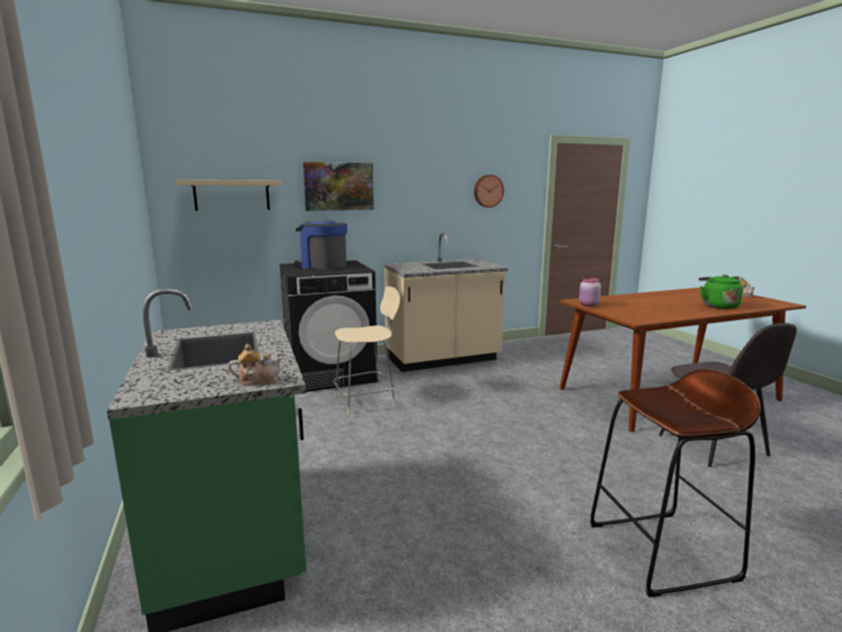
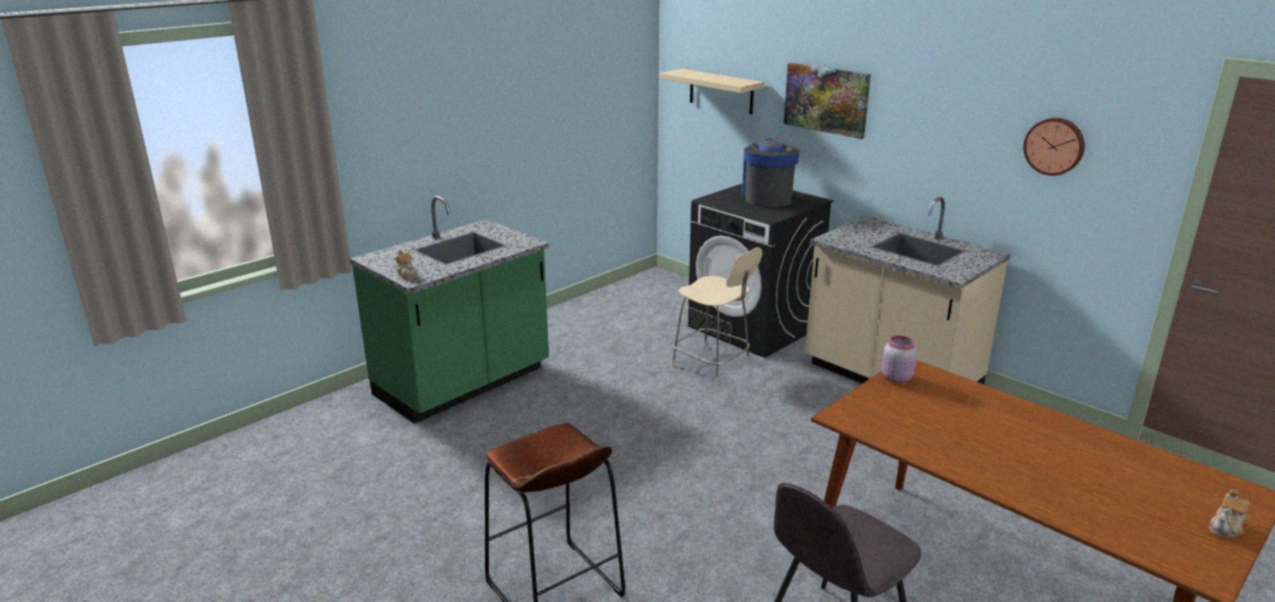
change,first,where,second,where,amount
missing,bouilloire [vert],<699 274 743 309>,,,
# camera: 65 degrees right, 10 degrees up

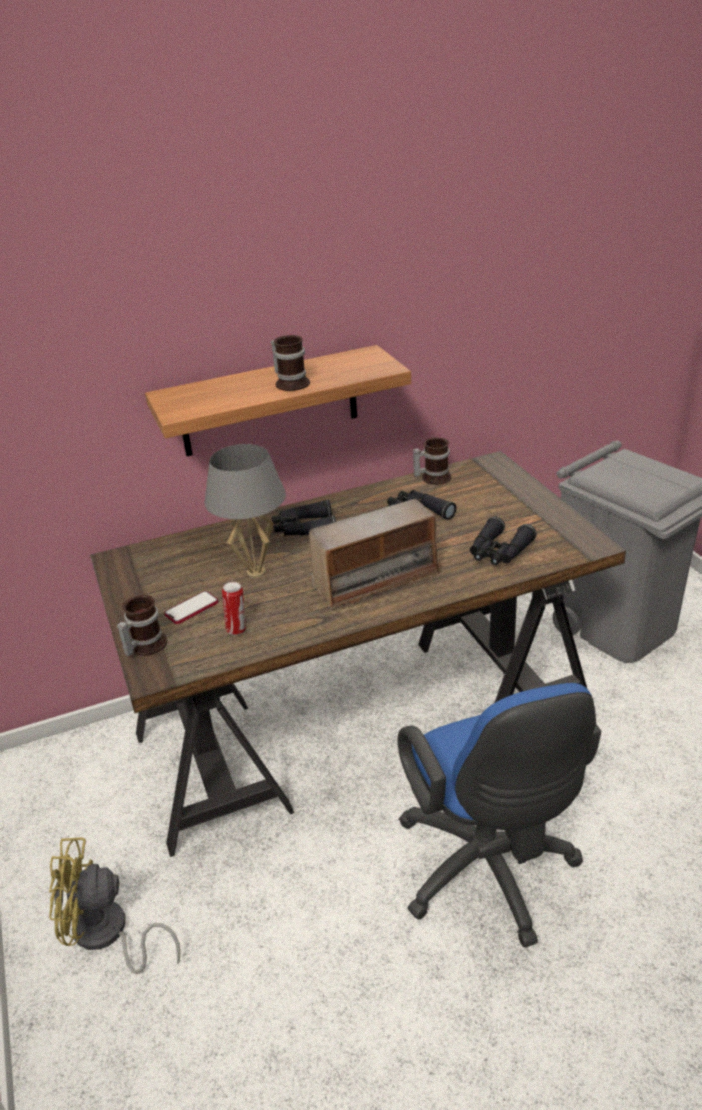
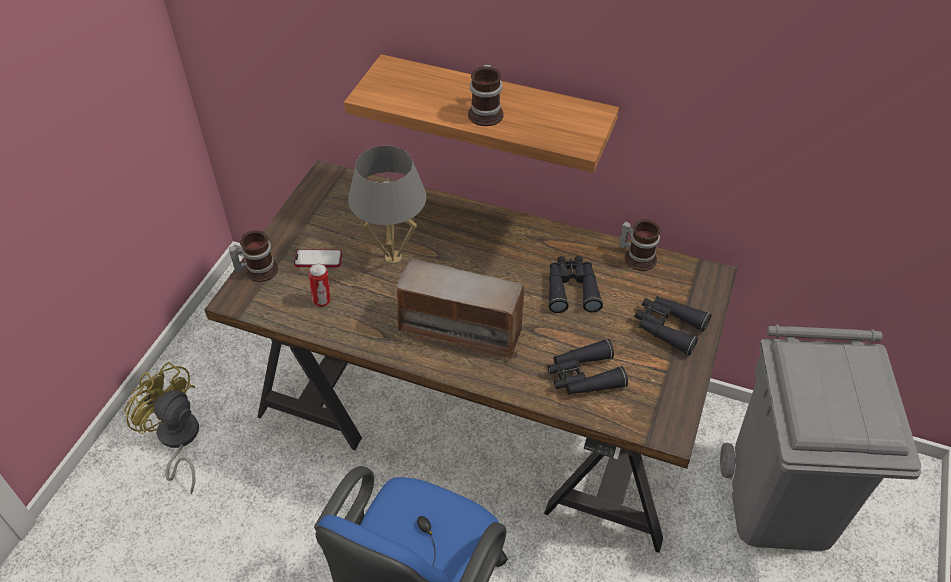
change,first,where,second,where,amount
relocated,jumelles [noir],<272 500 336 536>,,<634 296 712 356>,
# camera: 40 degrees right, 15 degrees up

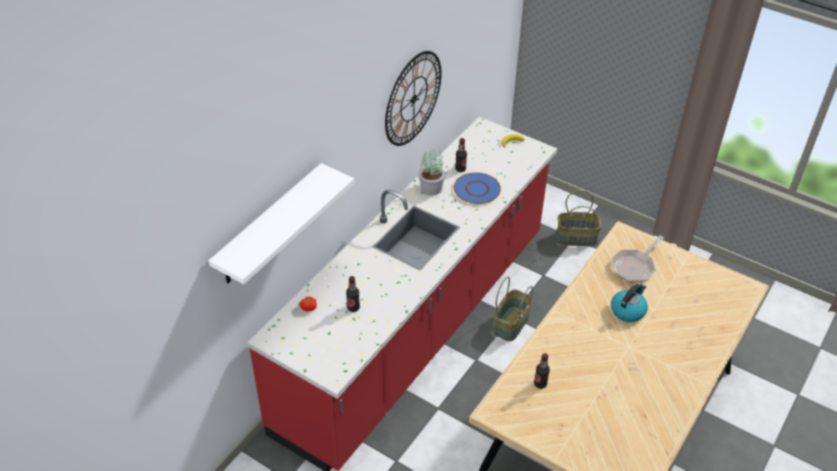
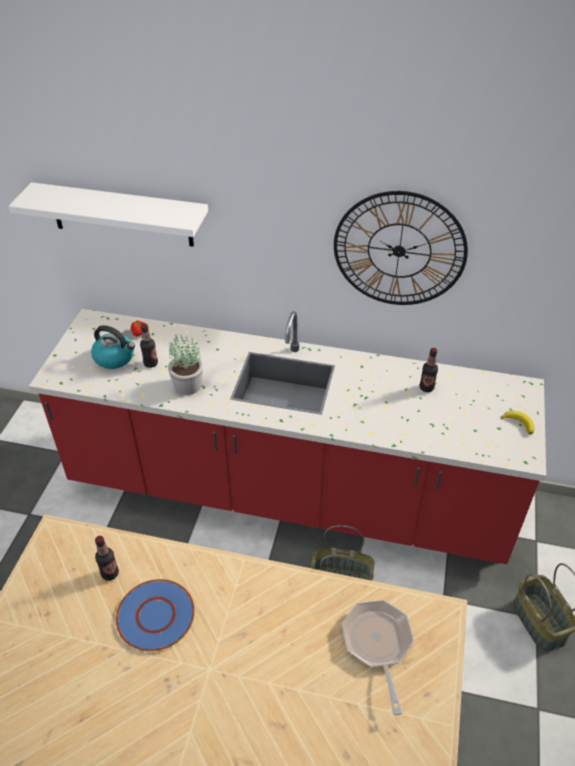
change,first,where,second,where,amount
relocated,plante en pot,<419 150 445 196>,,<168 334 203 395>,
relocated,assiette [bleu],<454 172 501 204>,,<116 579 195 652>,
spun,poêle,<611 235 664 282>,,<342 600 414 715>,60 degrees clockwise
relocated,bouilloire,<611 284 648 322>,,<91 325 135 369>,
# camera: 70 degrees right, 0 degrees up

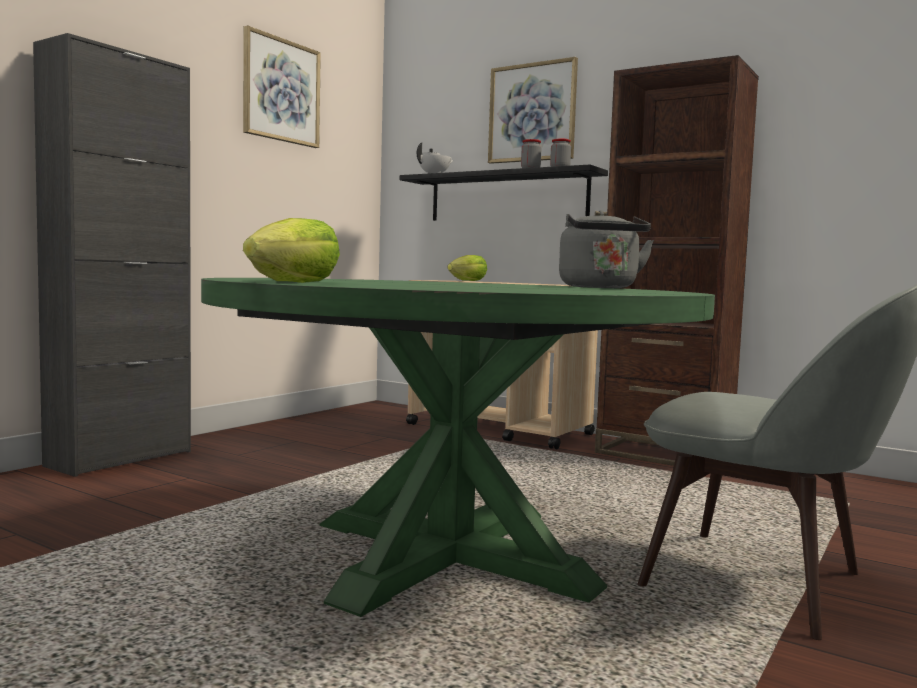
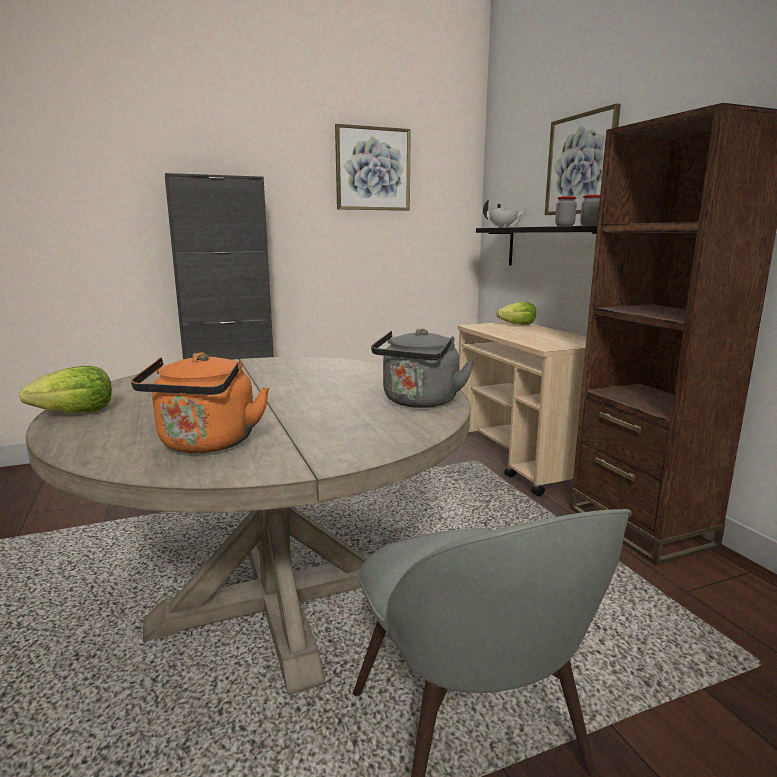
change,first,where,second,where,amount
colour,table à manger [vert],<201 278 715 617>,table à manger [beige],<26 357 470 695>,
appeared,,,bouilloire [orange],<131 353 269 453>,
# camera: 35 degrees right, 10 degrees up

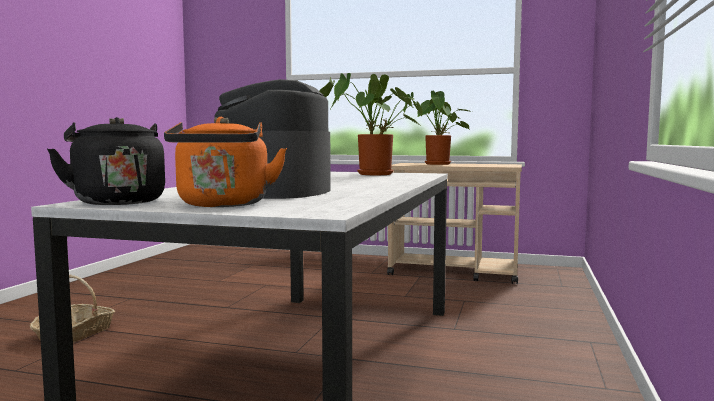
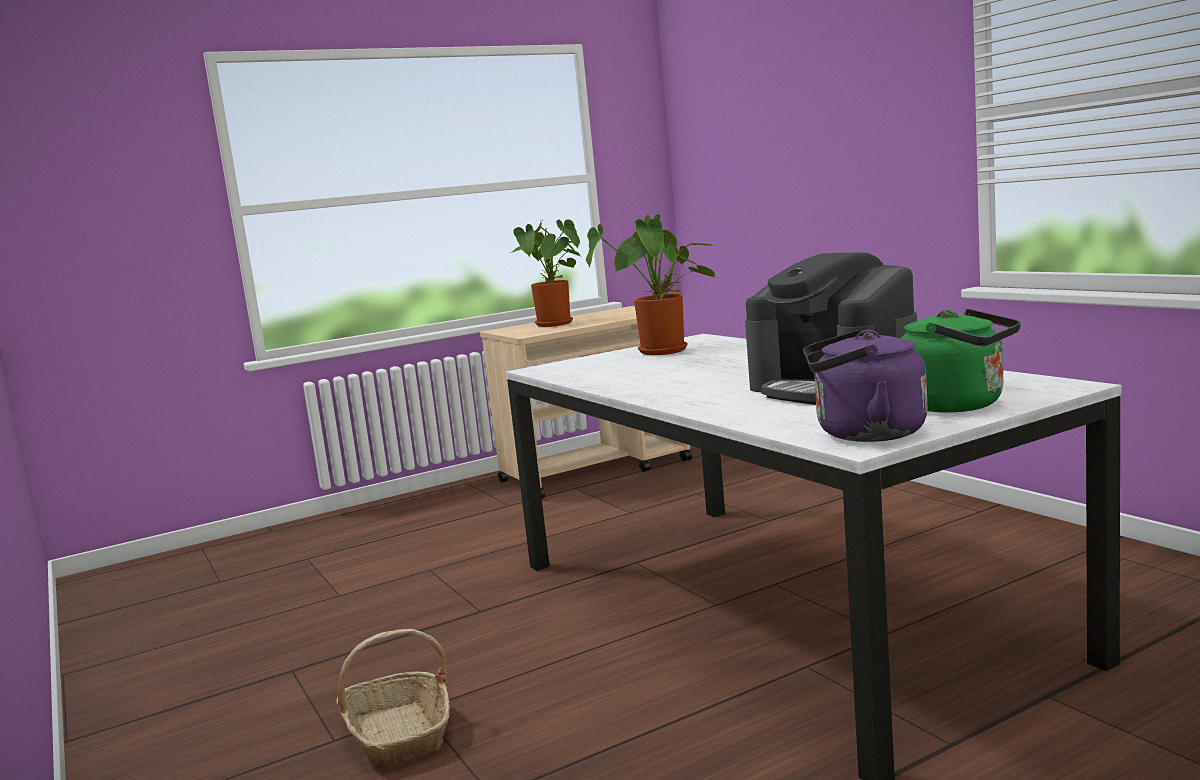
change,first,where,second,where,amount
colour,bouilloire [noir],<47 117 165 205>,bouilloire [violet],<803 329 928 442>,
colour,bouilloire [orange],<164 117 287 207>,bouilloire [vert],<901 309 1021 413>,
# camera: 45 degrees left, 5 degrees up

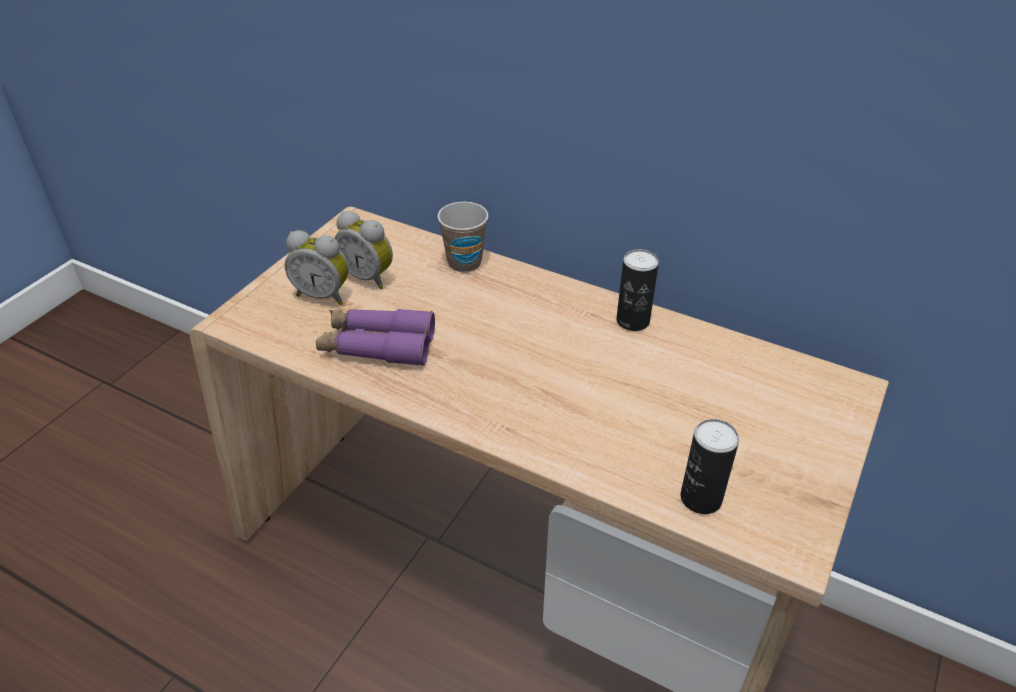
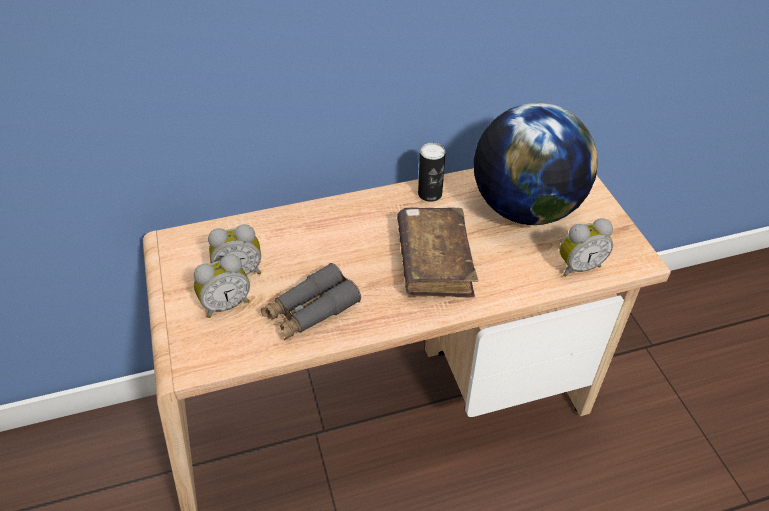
change,first,where,second,where,amount
colour,jumelles [violet],<316 309 435 366>,jumelles [gris],<261 263 361 340>,
missing,tasse,<437 202 488 272>,,,
exchanged,boîte métallique,<681 419 739 514>,réveil,<559 218 613 277>,
appeared,,,livre [marron],<397 207 478 298>,
appeared,,,globe,<474 102 598 225>,
# camera: 45 degrees left, 5 degrees up

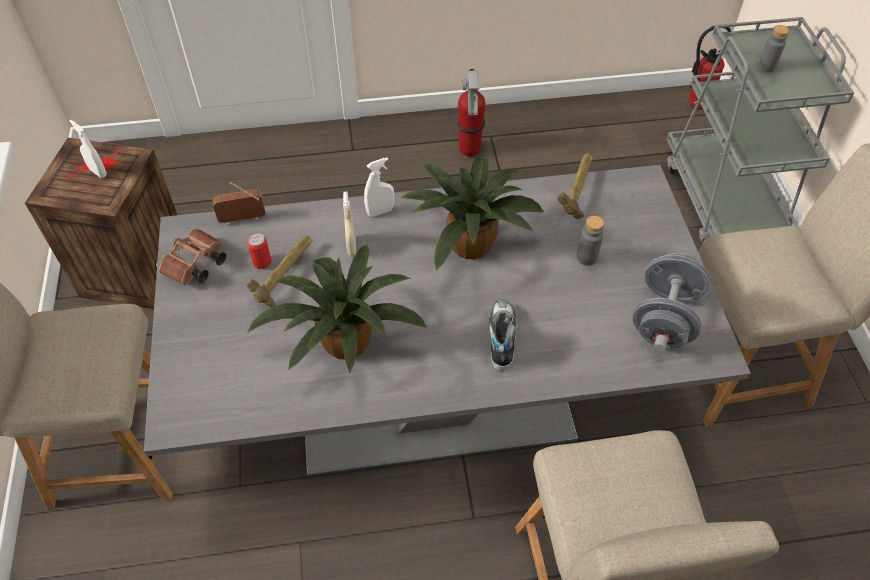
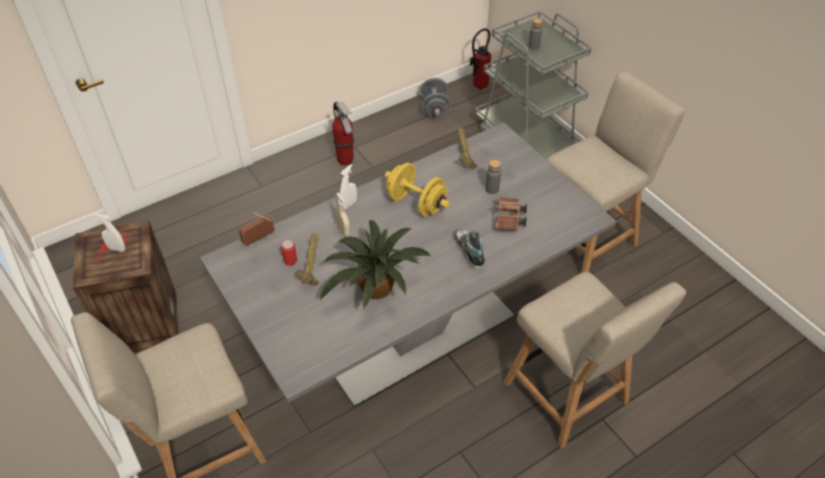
change,first,where,second,where,amount
relocated,jumelles [marron],<159 229 226 285>,,<496 197 527 231>,
exchanged,plante en pot,<401 157 544 270>,haltère [jaune],<385 163 450 216>,
relocated,haltère [gris],<632 253 711 351>,,<420 78 451 117>,
# camera: 25 degrees left, 5 degrees down

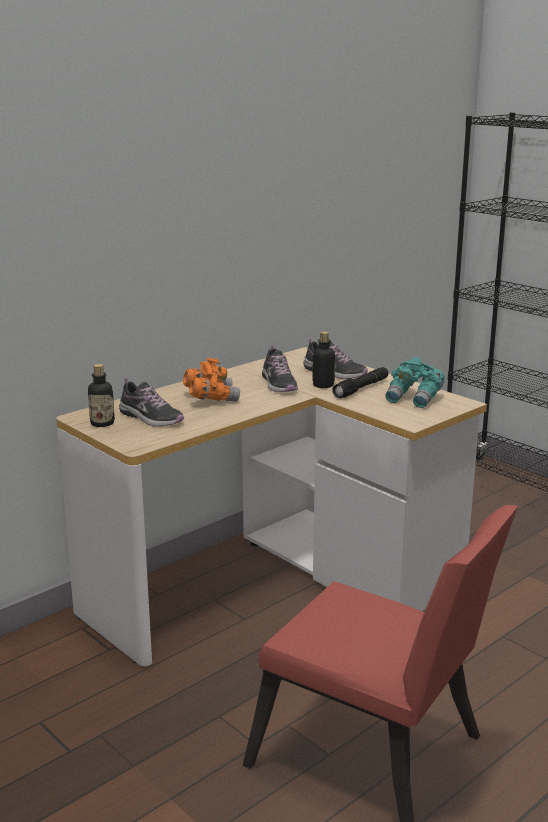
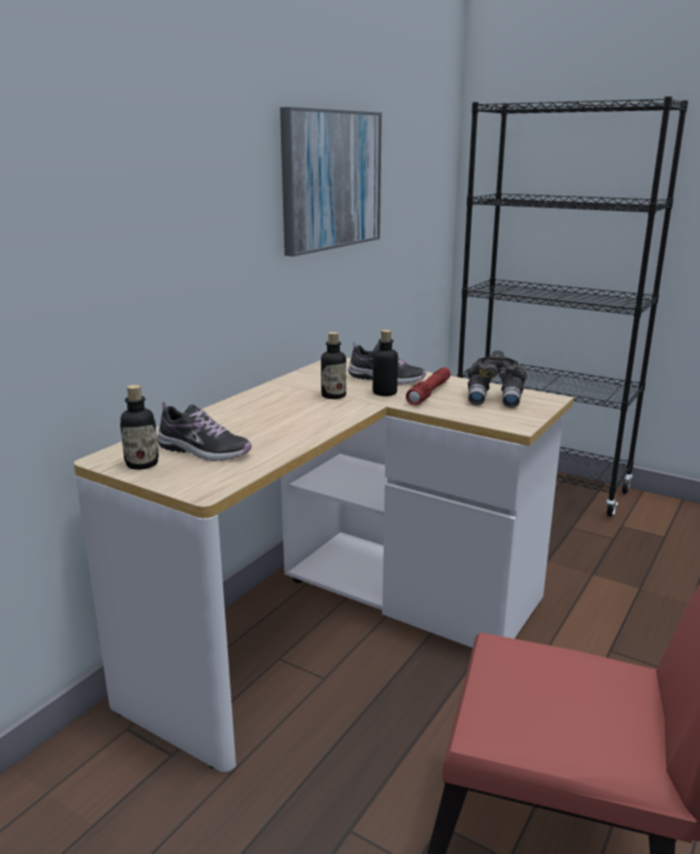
change,first,where,second,where,amount
missing,jumelles [orange],<183 358 240 402>,,,
exchanged,chaussure,<262 345 298 392>,bouteille,<321 332 346 399>,
colour,lampe de poche [noir],<332 367 389 398>,lampe de poche [rouge],<406 367 451 406>,
colour,jumelles [turquoise],<385 357 445 408>,jumelles [gris],<467 351 527 408>,
appeared,,,tableau,<280 107 382 257>,
# camera: 15 degrees left, 0 degrees up

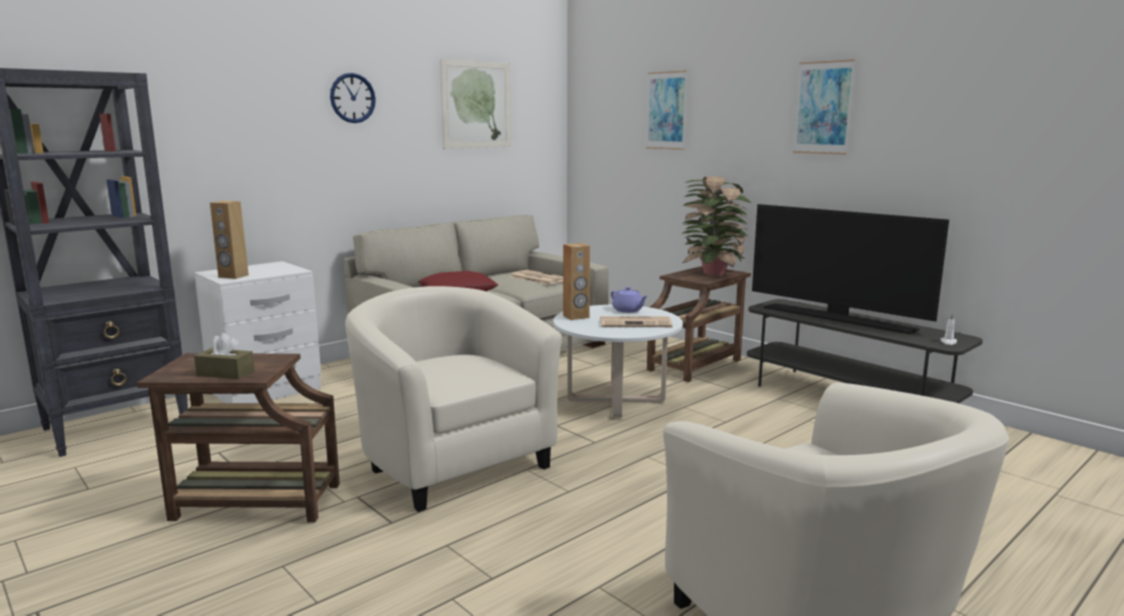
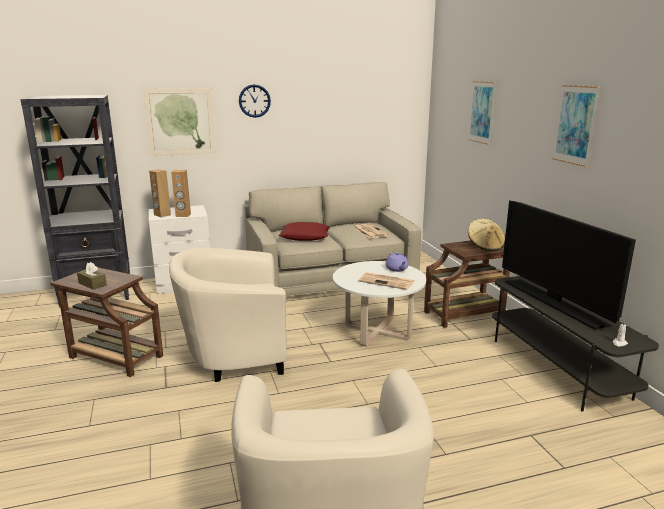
change,first,where,second,where,amount
spun,fauteuil [beige],<345 286 562 512>,,<169 248 287 382>,90 degrees counterclockwise
relocated,tableau,<440 59 511 149>,,<143 88 216 156>,
relocated,enceinte [marron],<563 243 590 320>,,<171 170 191 217>,
exchanged,plante en pot,<681 176 751 275>,chapeau [beige],<468 219 505 251>,
# camera: 25 degrees right, 5 degrees up

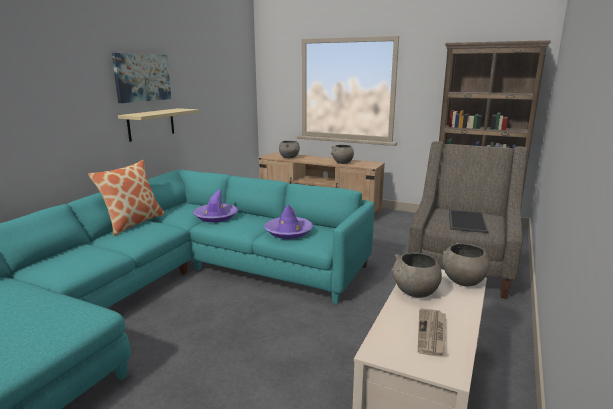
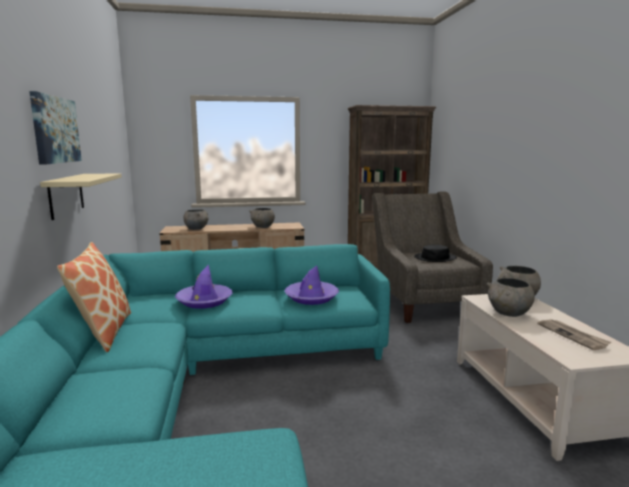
change,first,where,second,where,amount
exchanged,plateau,<449 210 488 233>,chapeau [noir],<414 245 457 262>,
# camera: 35 degrees left, 5 degrees down

